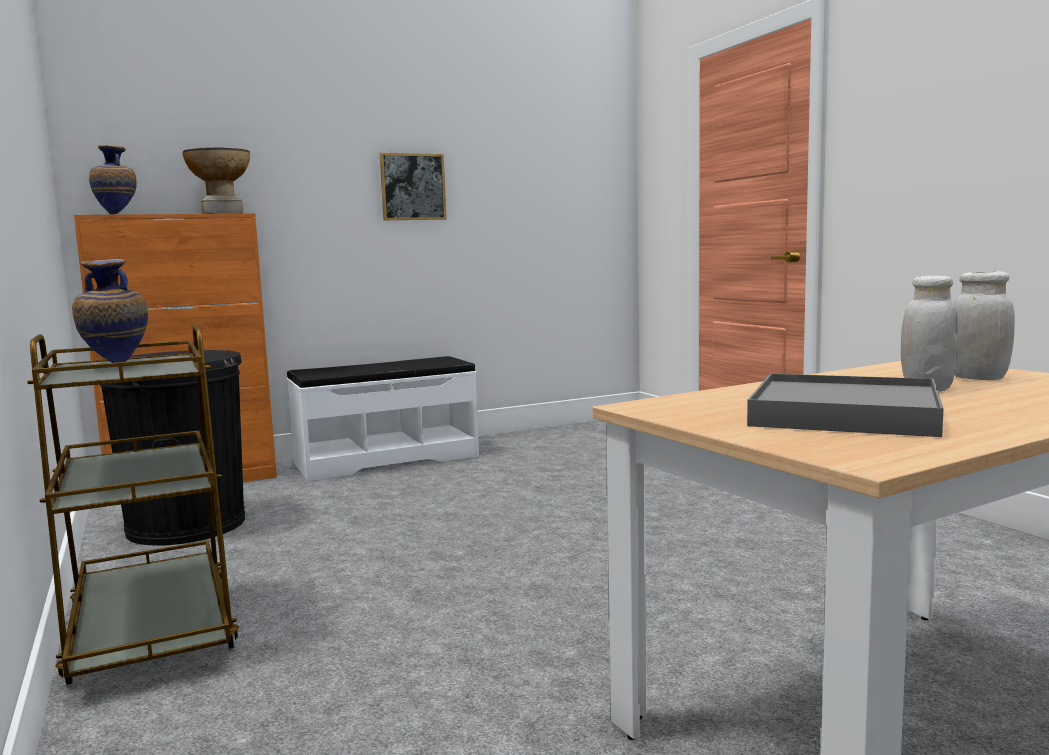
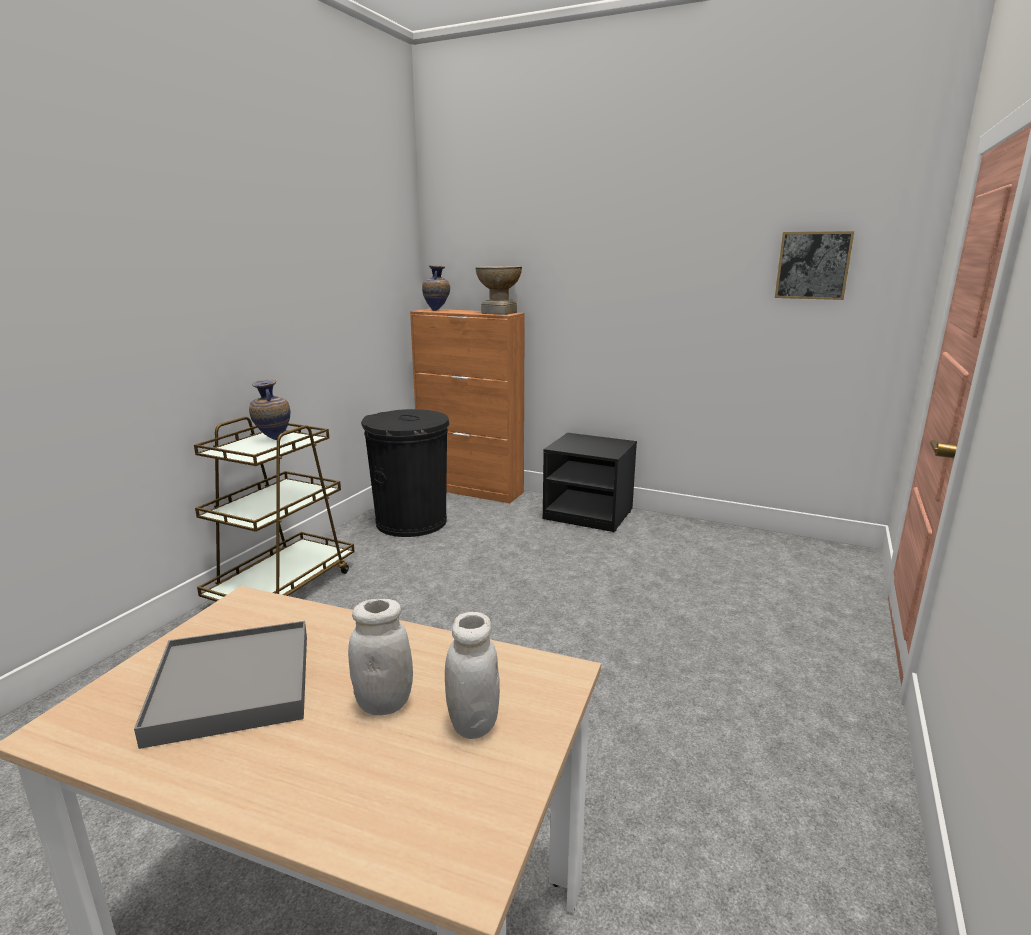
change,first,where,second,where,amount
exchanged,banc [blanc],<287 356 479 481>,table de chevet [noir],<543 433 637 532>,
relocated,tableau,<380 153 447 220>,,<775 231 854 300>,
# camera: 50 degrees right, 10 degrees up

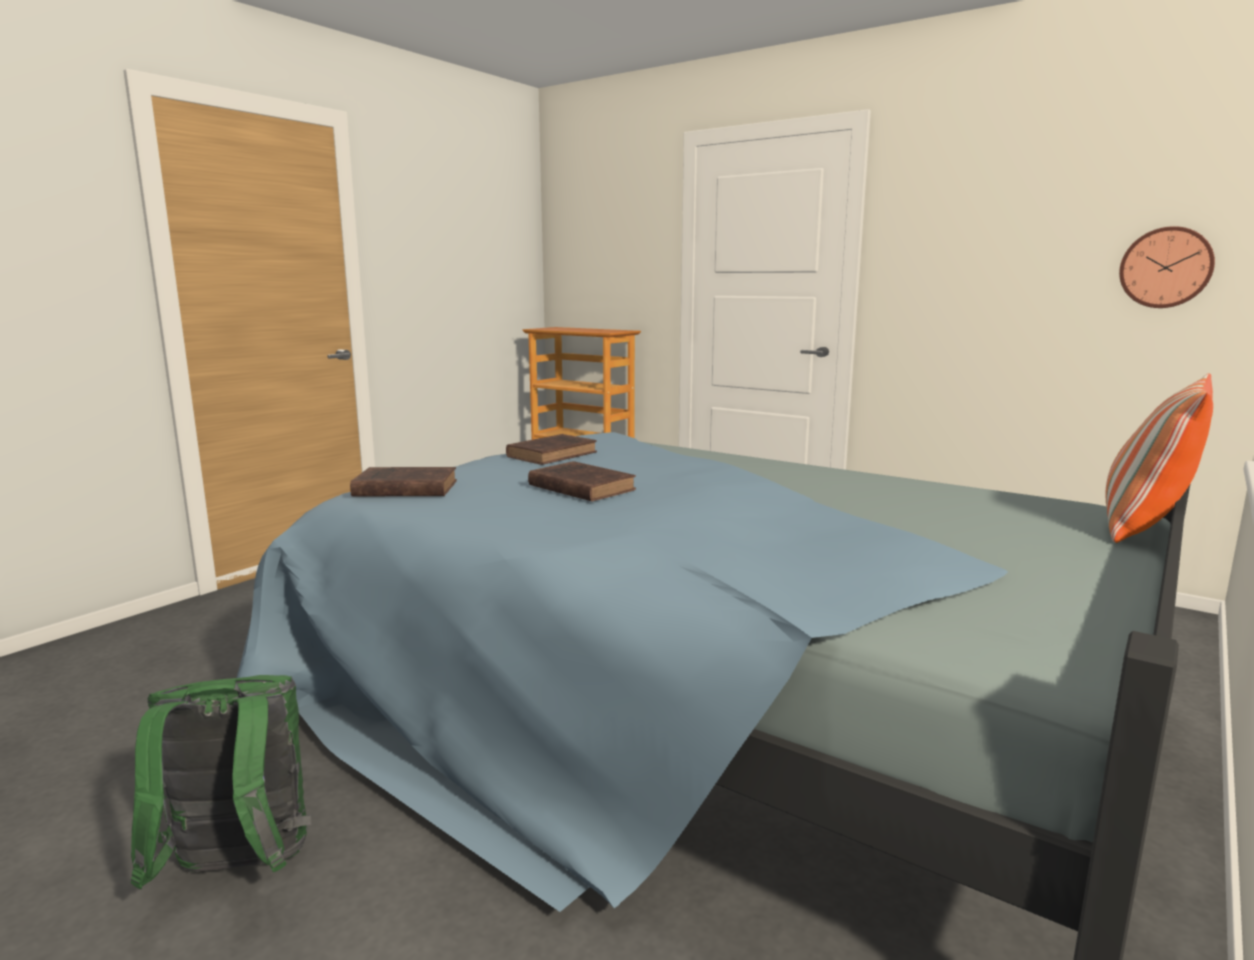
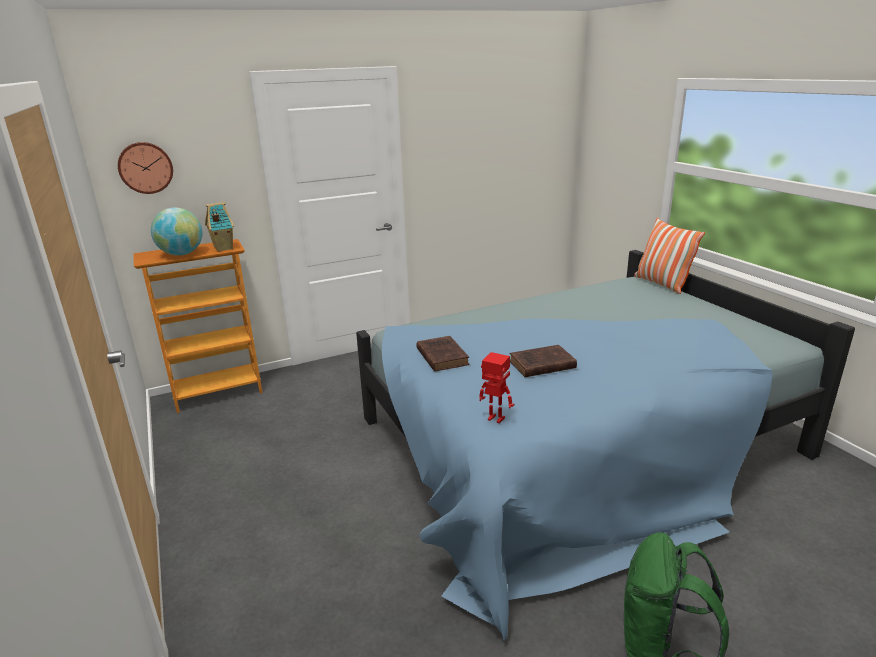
change,first,where,second,where,amount
exchanged,livre [marron],<350 467 457 496>,robot jouet,<479 352 514 423>,
relocated,horloge murale,<1119 226 1215 308>,,<118 142 173 194>,
appeared,,,globe,<151 207 203 256>,
appeared,,,maison miniature,<205 202 234 252>,
# camera: 60 degrees left, 10 degrees up

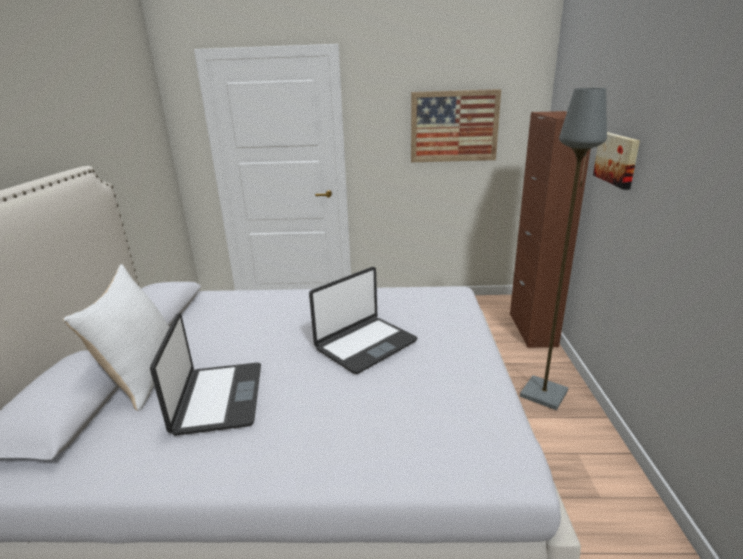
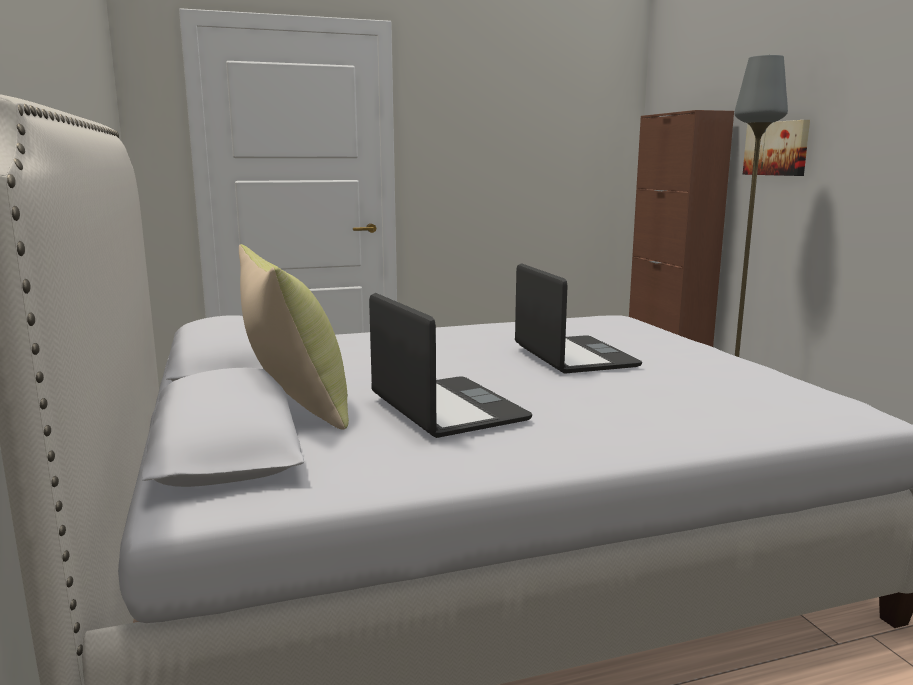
change,first,where,second,where,amount
colour,coussin [blanc],<63 264 170 411>,coussin [jaune],<239 244 349 429>,
spun,ordinateur portable,<309 267 418 374>,,<515 263 642 374>,45 degrees counterclockwise
missing,tableau,<411 89 501 162>,,,
# camera: 20 degrees left, 10 degrees down

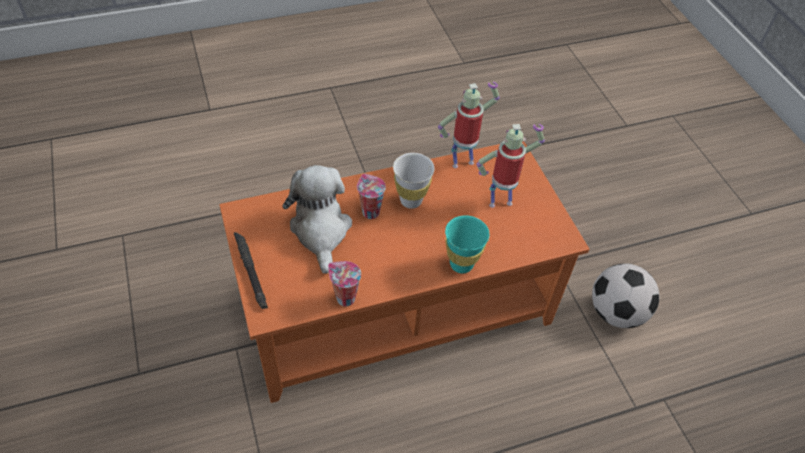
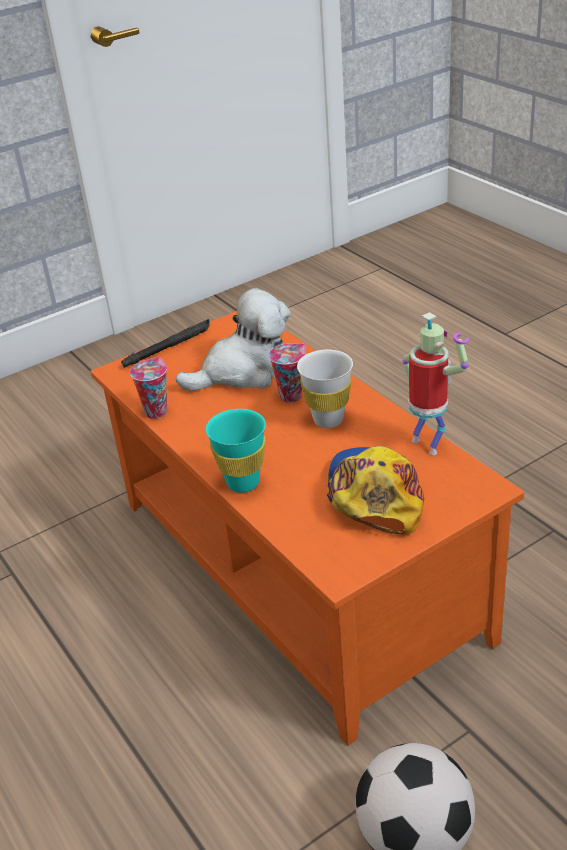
change,first,where,second,where,amount
exchanged,robot jouet,<476 124 545 208>,casquette,<327 446 424 535>,
# camera: 80 degrees right, 15 degrees down

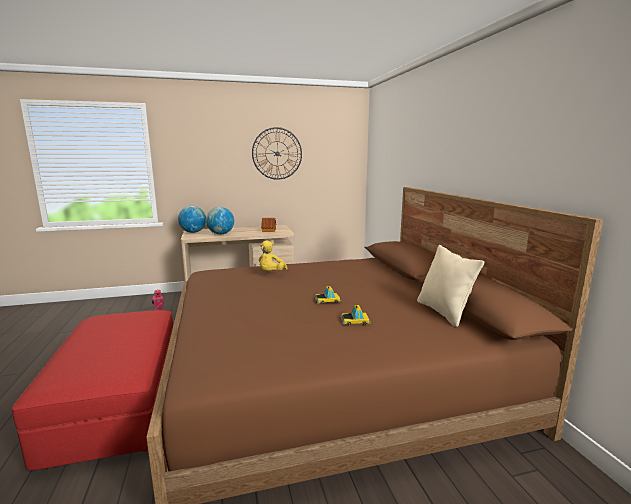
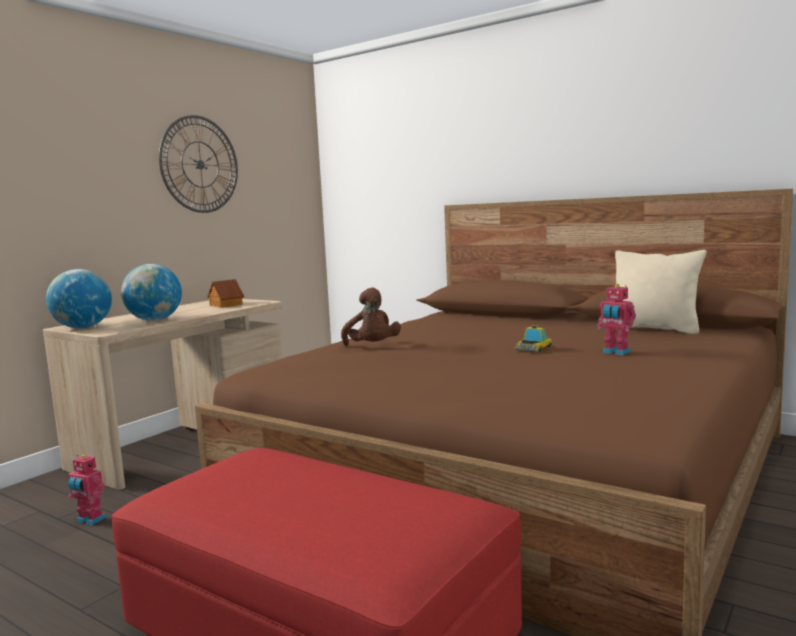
change,first,where,second,where,amount
colour,peluche [jaune],<259 241 288 271>,peluche [marron],<341 287 401 346>,
exchanged,petite voiture,<340 305 371 326>,robot jouet,<597 284 636 355>,
# camera: 40 degrees left, 5 degrees down

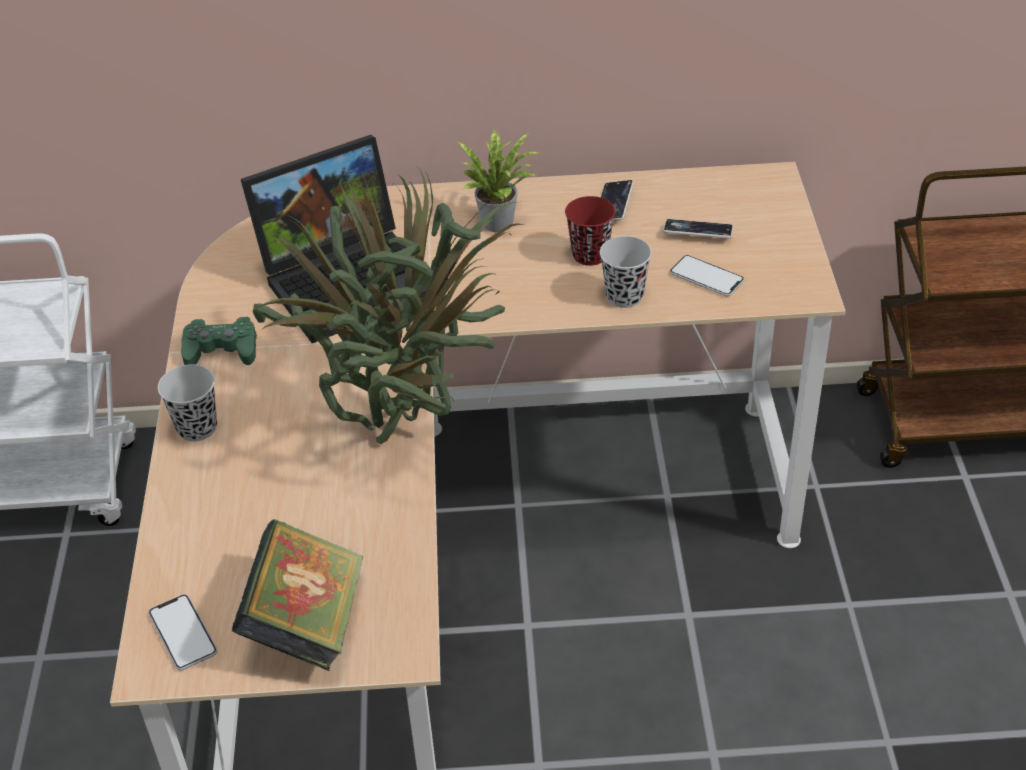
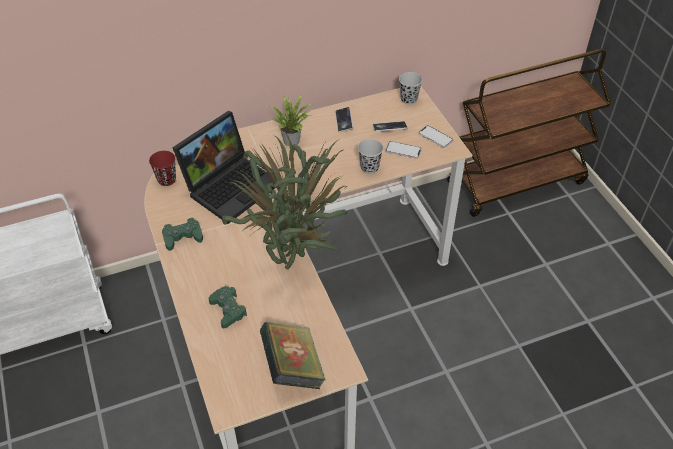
change,first,where,second,where,amount
relocated,téléphone,<148 595 218 670>,,<418 125 453 148>,
relocated,tasse [noir],<158 364 217 441>,,<399 72 423 105>,
relocated,tasse [rouge],<565 196 615 266>,,<149 151 176 186>,
appeared,,,manette [vert],<209 286 247 328>,
# camera: 20 degrees left, 5 degrees up

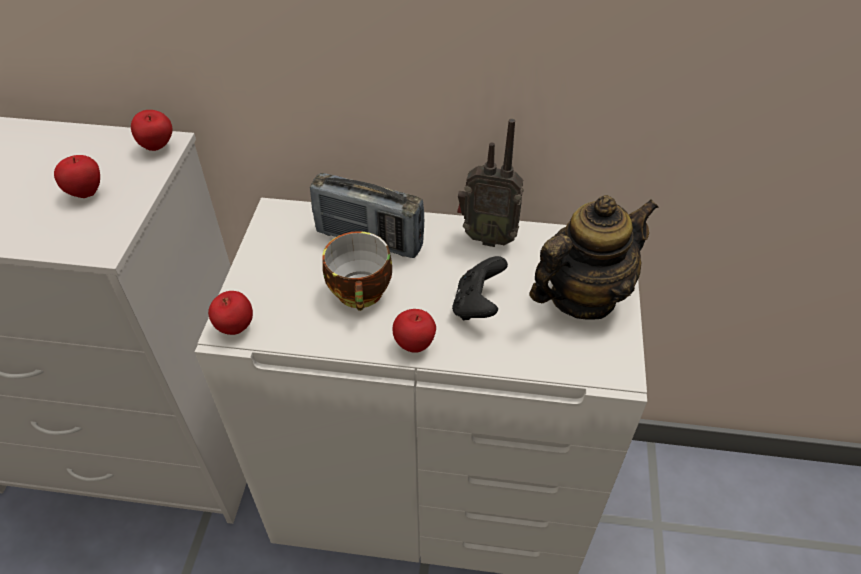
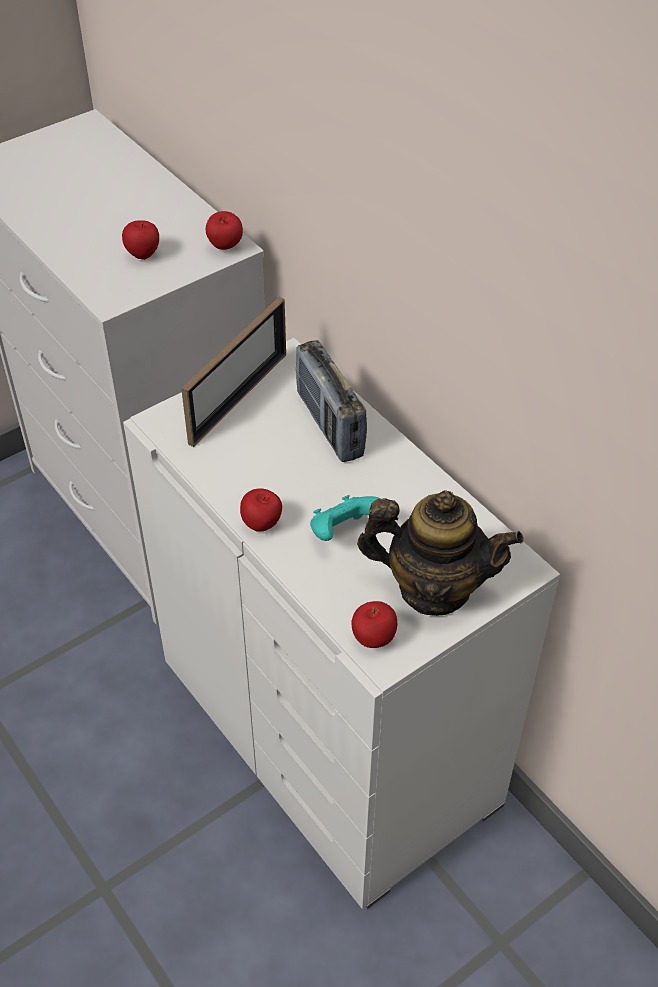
change,first,where,second,where,amount
relocated,pomme,<208 291 253 335>,,<351 601 397 648>,
missing,tasse,<322 231 392 311>,,,
colour,manette [noir],<452 256 508 320>,manette [turquoise],<310 495 381 541>,
missing,radio,<457 119 524 247>,,,
appeared,,,cadre photo,<181 297 286 447>,
# camera: 45 degrees right, 0 degrees up

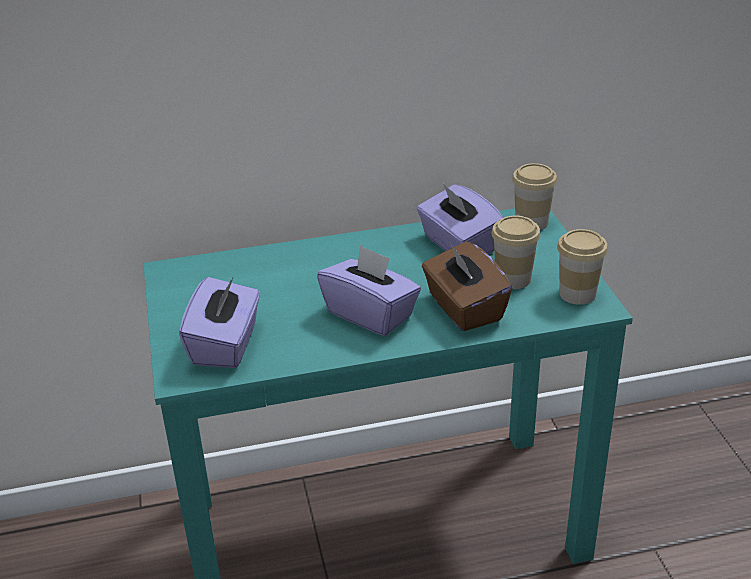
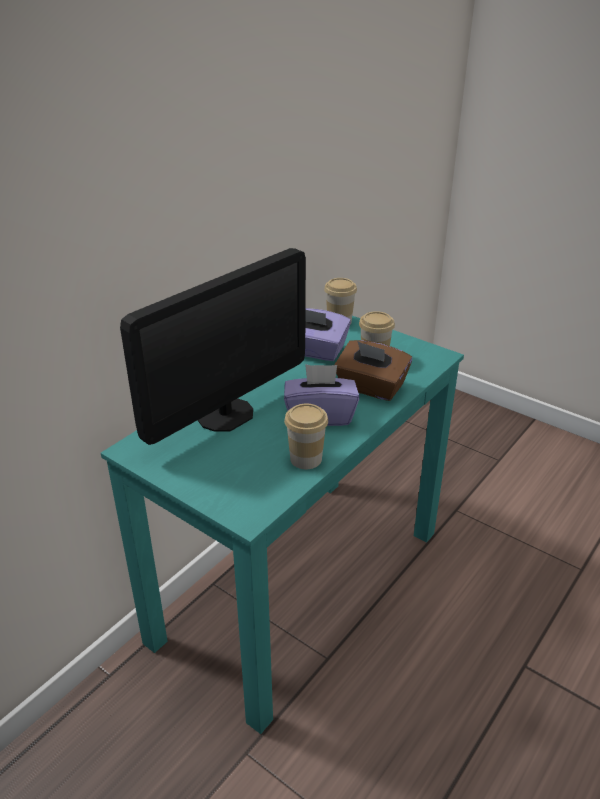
change,first,where,second,where,amount
missing,boîte à mouchoirs [violet],<179 276 260 368>,,,
relocated,tasse,<557 229 608 305>,,<284 404 328 469>,
appeared,,,écran d'ordinateur,<120 248 306 445>,
# camera: 40 degrees left, 0 degrees up

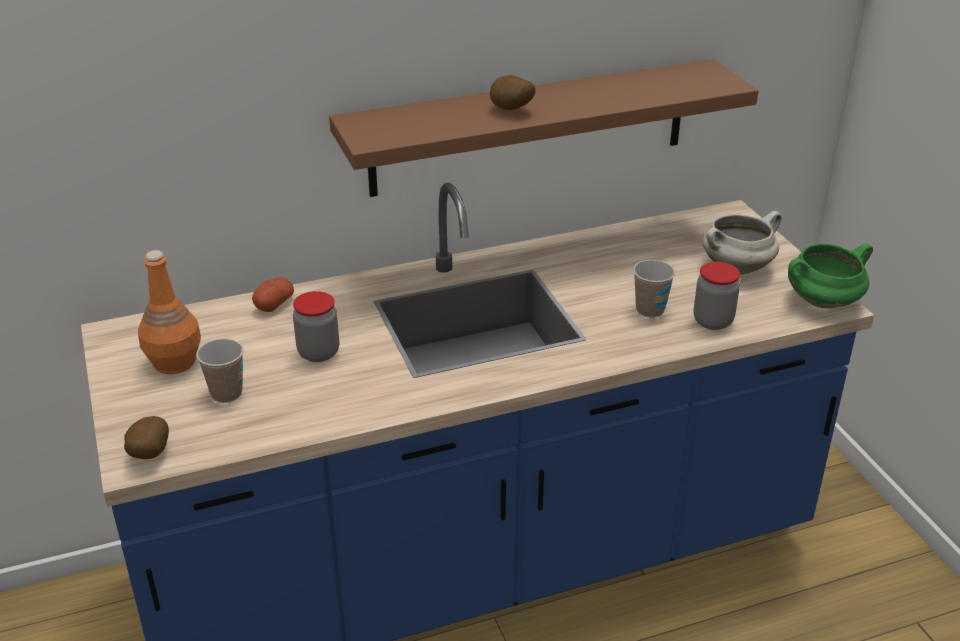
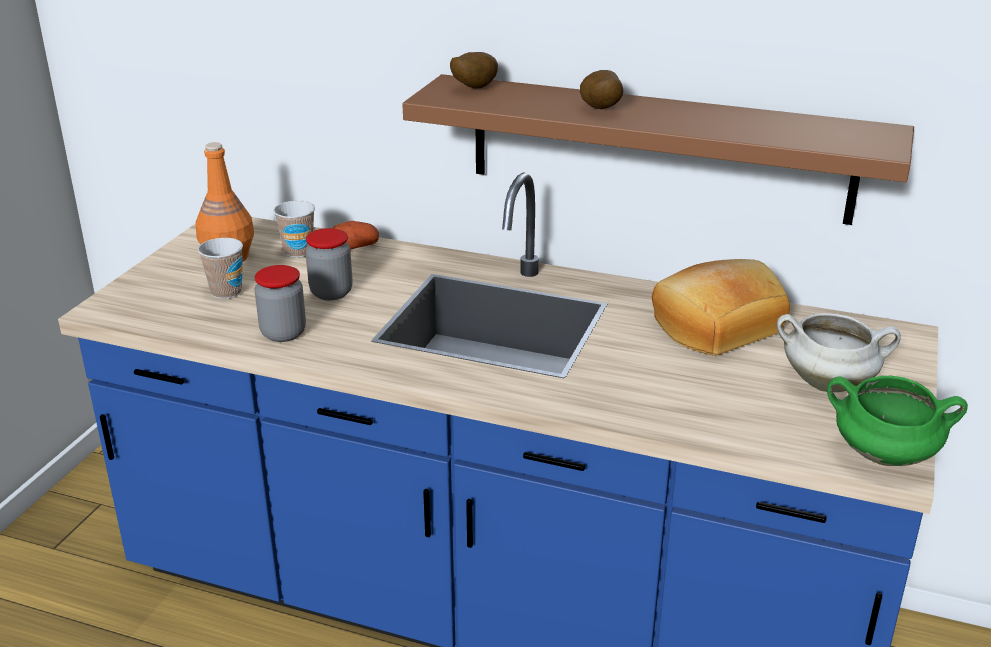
change,first,where,second,where,amount
relocated,pomme de terre,<124 416 169 459>,,<450 52 498 89>,
relocated,tasse,<633 260 675 318>,,<273 201 315 258>,
relocated,bocal,<694 262 740 330>,,<254 265 306 342>,
appeared,,,pain,<652 259 790 355>,
# camera: 40 degrees right, 5 degrees down

